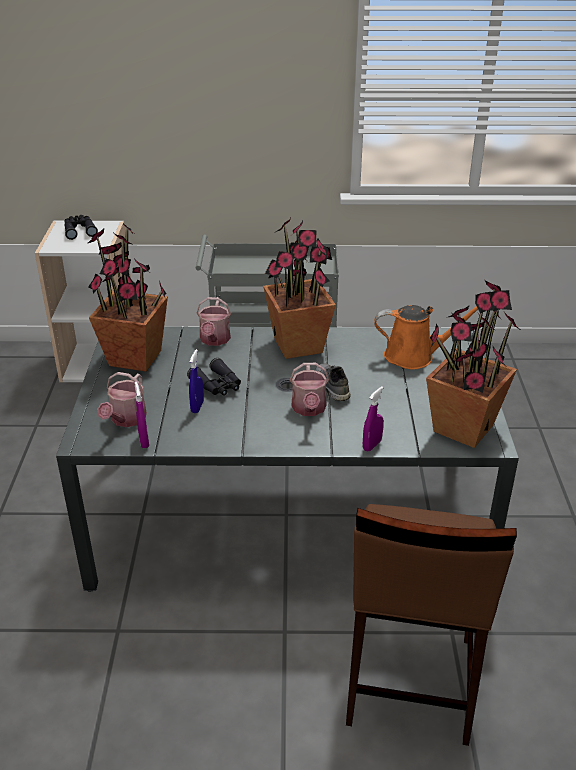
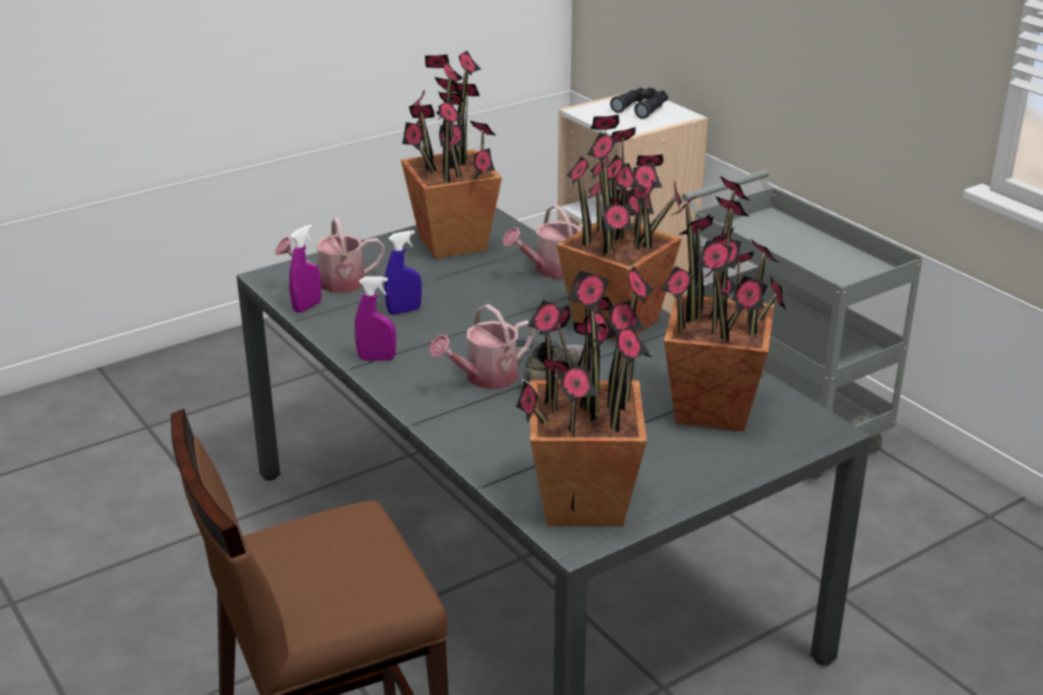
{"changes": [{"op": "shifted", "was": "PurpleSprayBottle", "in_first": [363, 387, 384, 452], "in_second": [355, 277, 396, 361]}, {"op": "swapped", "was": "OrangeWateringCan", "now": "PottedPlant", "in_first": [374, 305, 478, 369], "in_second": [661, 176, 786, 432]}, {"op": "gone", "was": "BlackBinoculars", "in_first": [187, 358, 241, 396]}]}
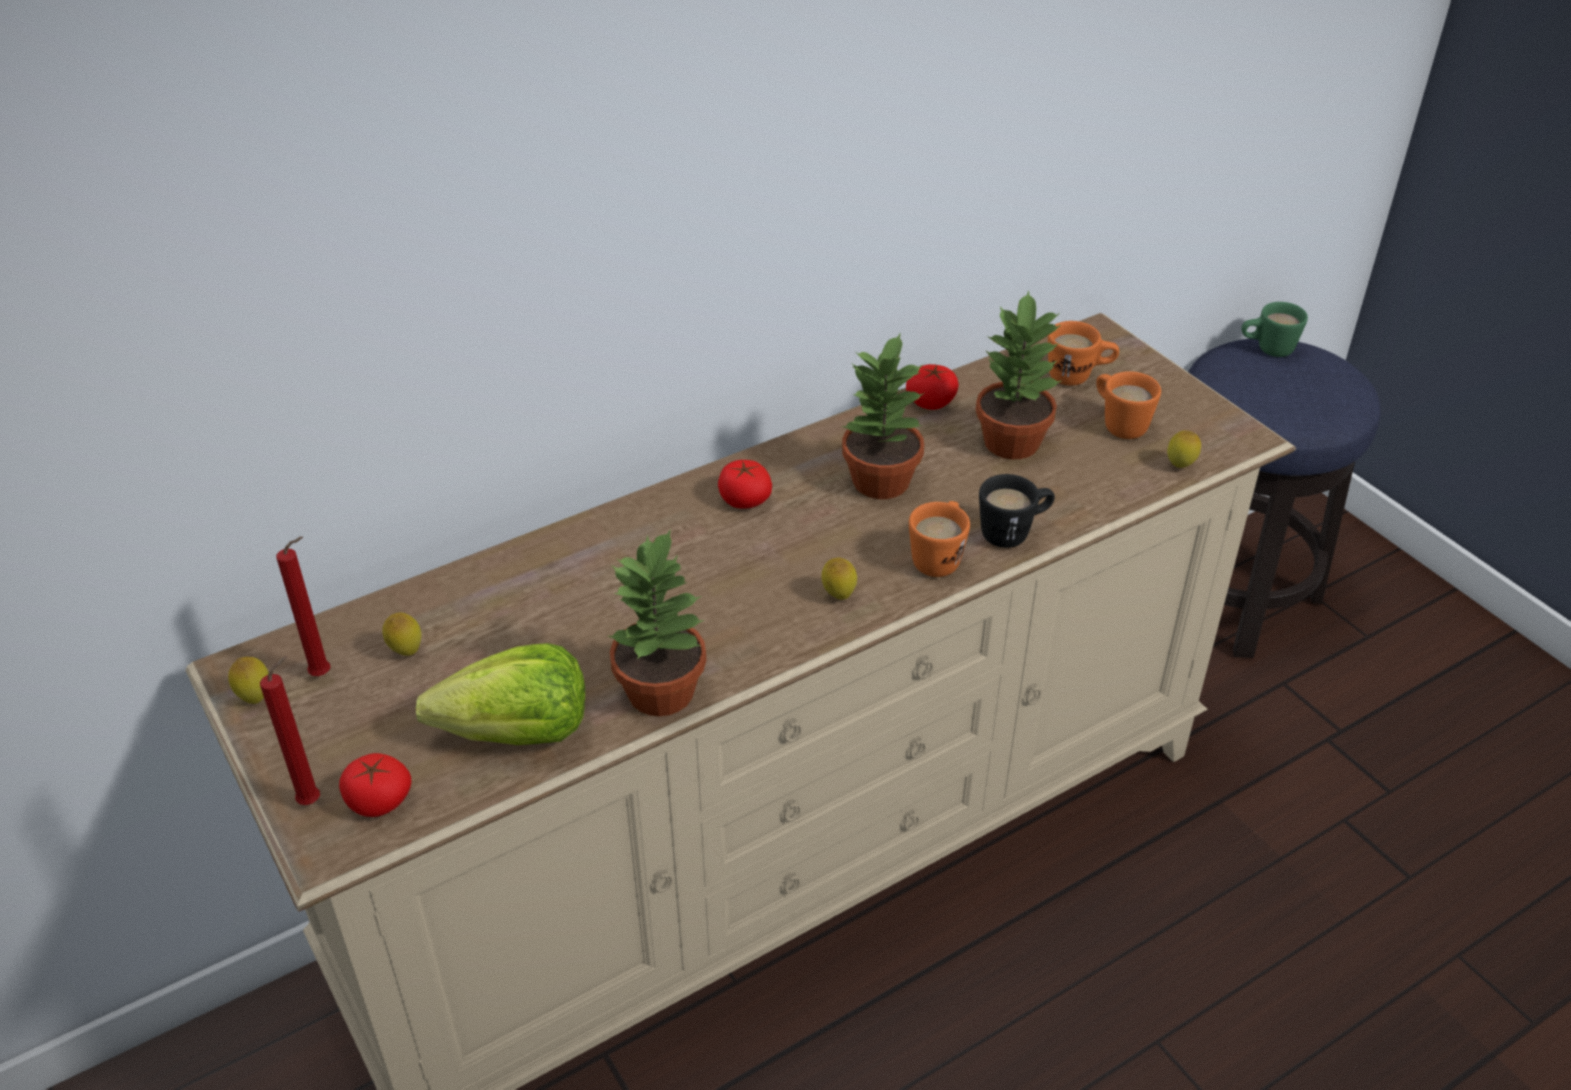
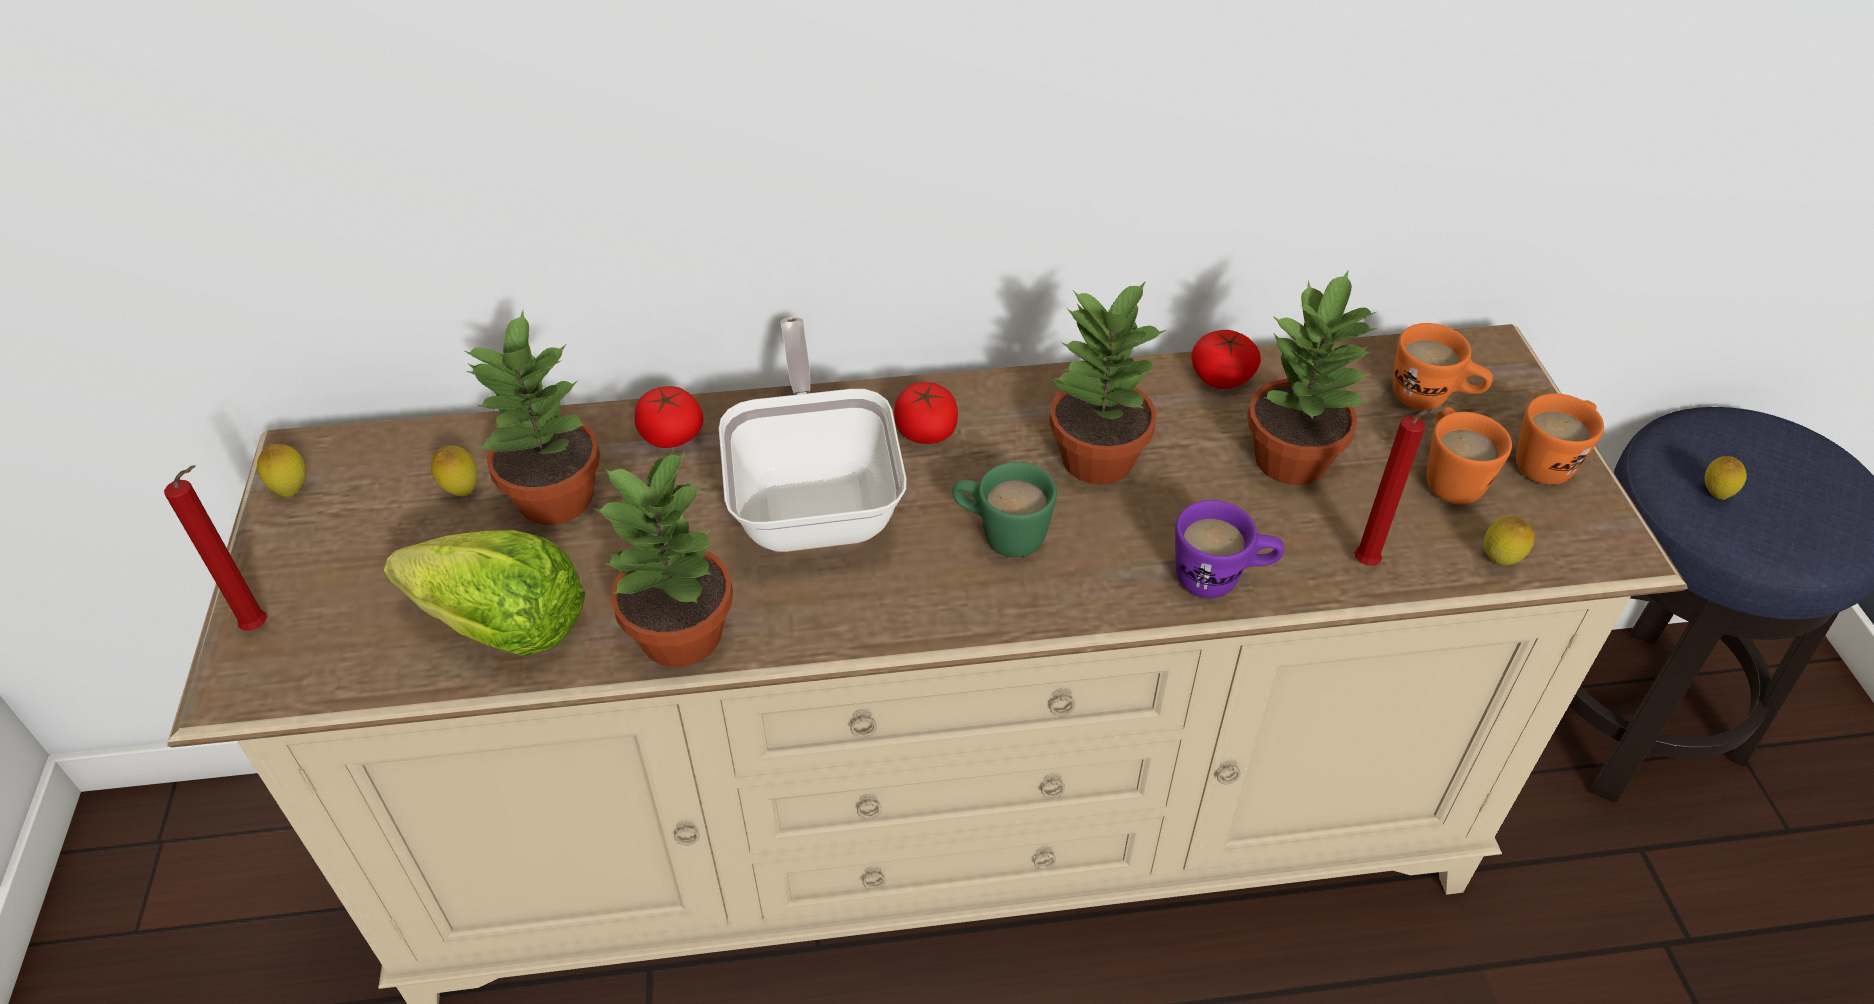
{"changes": [{"op": "new", "now": "PottedPlant", "in_second": [465, 310, 600, 525]}, {"op": "shifted", "was": "Tomato", "in_first": [339, 753, 412, 817], "in_second": [635, 386, 704, 448]}, {"op": "new", "now": "FryingPan", "in_second": [719, 317, 907, 552]}, {"op": "shifted", "was": "GreenMug", "in_first": [1241, 302, 1308, 357], "in_second": [952, 462, 1057, 558]}, {"op": "repainted", "was": "BlackMug", "now": "PurpleMug", "in_first": [979, 474, 1055, 548], "in_second": [1175, 500, 1284, 598]}, {"op": "shifted", "was": "RedCandle", "in_first": [276, 536, 330, 676], "in_second": [1355, 408, 1445, 566]}, {"op": "shifted", "was": "OrangeMug", "in_first": [909, 501, 970, 577], "in_second": [1516, 393, 1604, 485]}, {"op": "shifted", "was": "Lemon", "in_first": [822, 558, 857, 600], "in_second": [1705, 456, 1747, 500]}]}
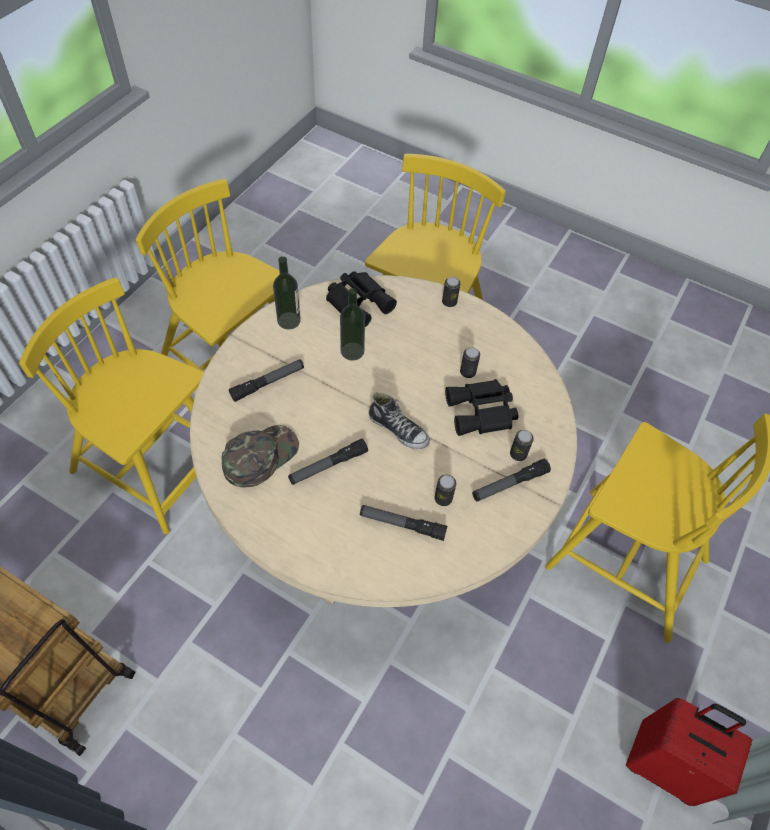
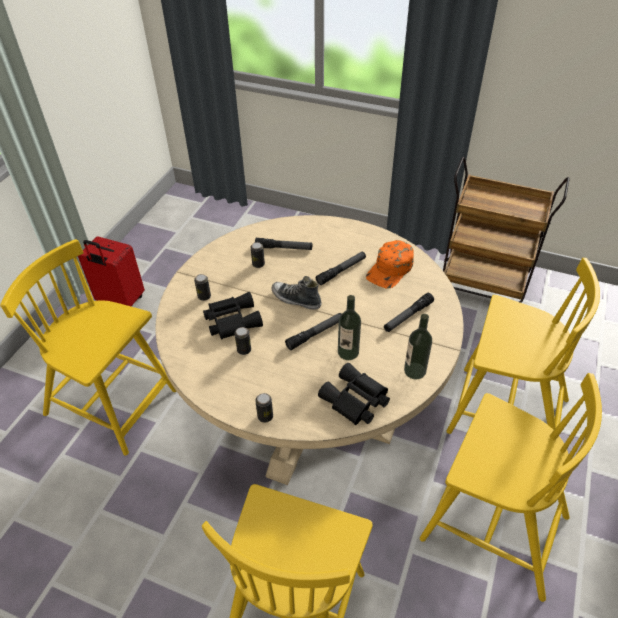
{"changes": [{"op": "shifted", "was": "Flashlight", "in_first": [472, 459, 551, 501], "in_second": [285, 313, 341, 350]}, {"op": "repainted", "was": "GreenCap", "now": "OrangeCap", "in_first": [222, 425, 299, 487], "in_second": [366, 240, 414, 289]}]}
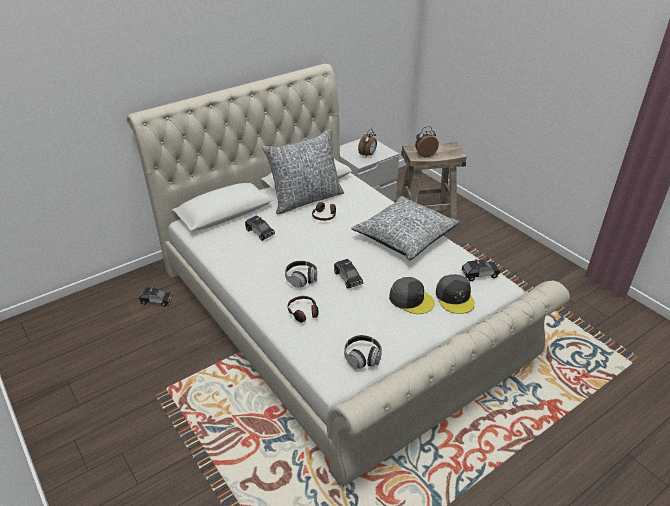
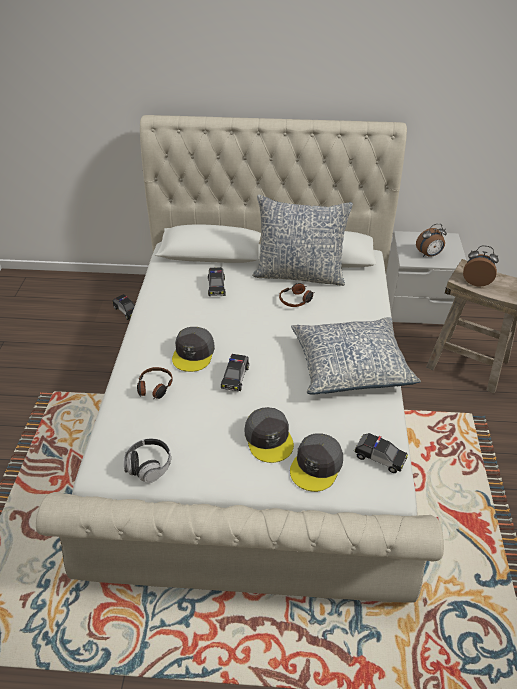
{"changes": [{"op": "swapped", "was": "Headphones", "now": "GreyCap", "in_first": [285, 261, 317, 288], "in_second": [172, 327, 215, 372]}]}
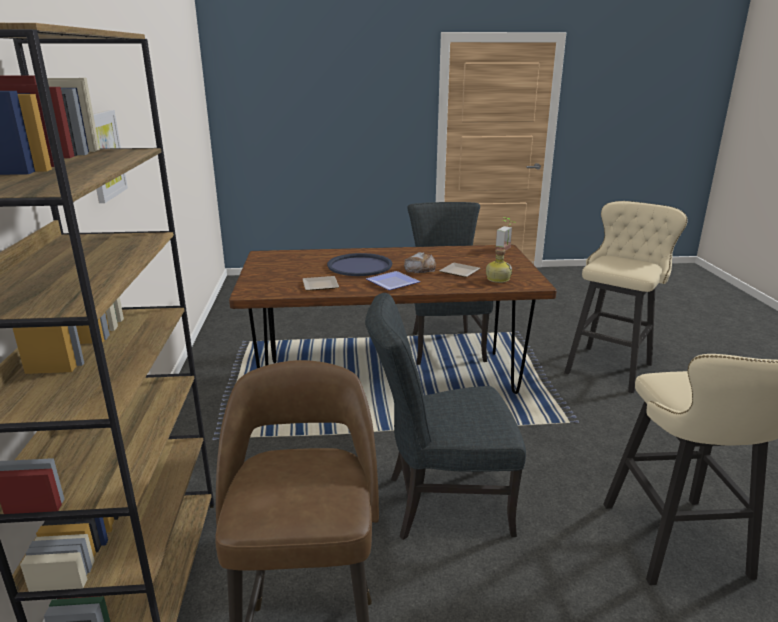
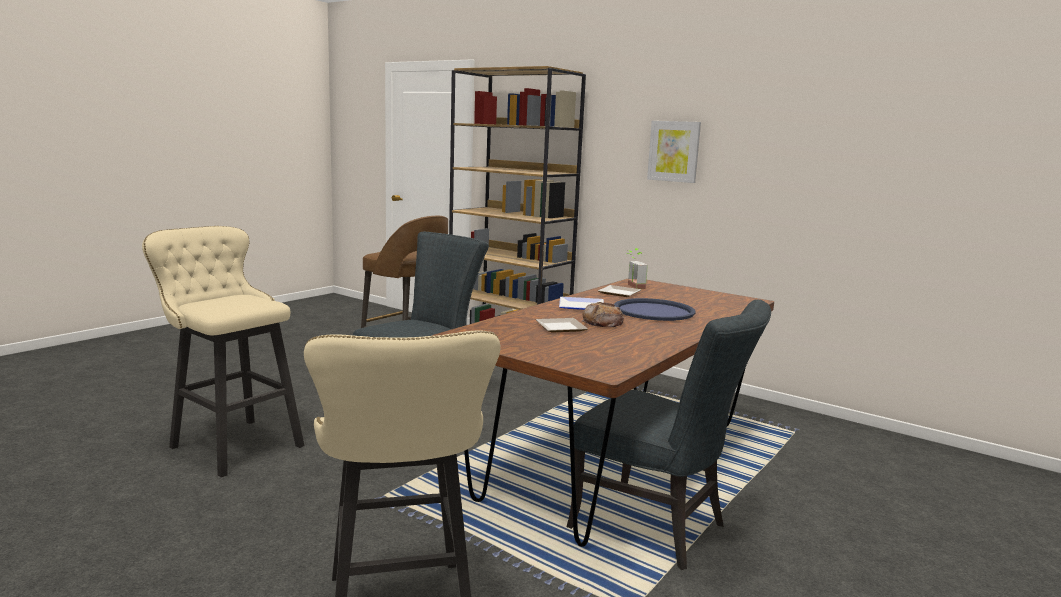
{"changes": [{"op": "shifted", "was": "PottedPlant", "in_first": [495, 217, 513, 251], "in_second": [627, 248, 648, 289]}, {"op": "gone", "was": "Bottle", "in_first": [486, 249, 512, 283]}]}
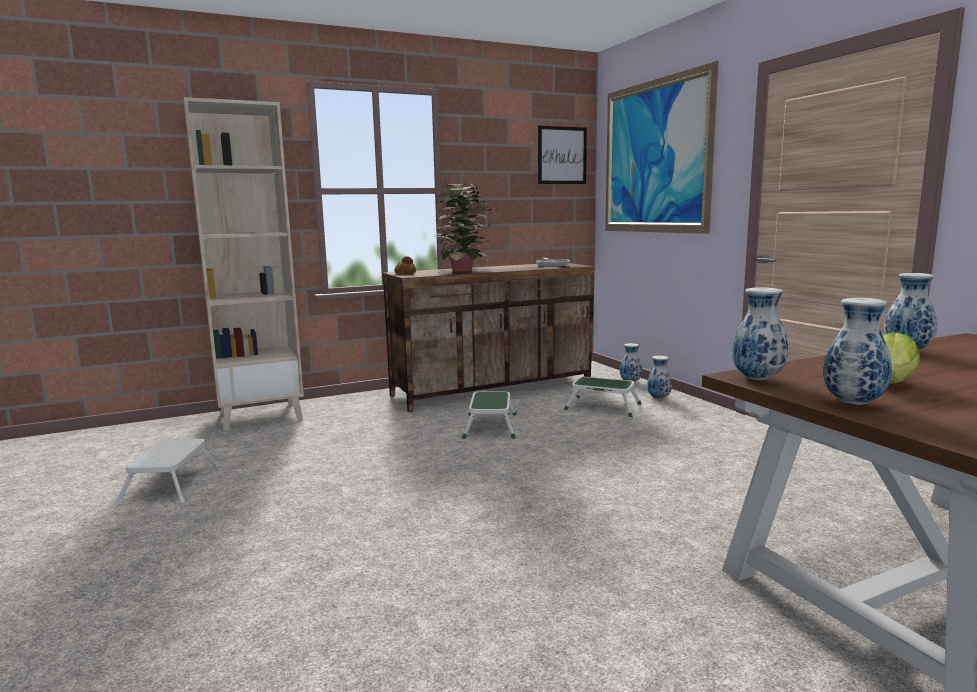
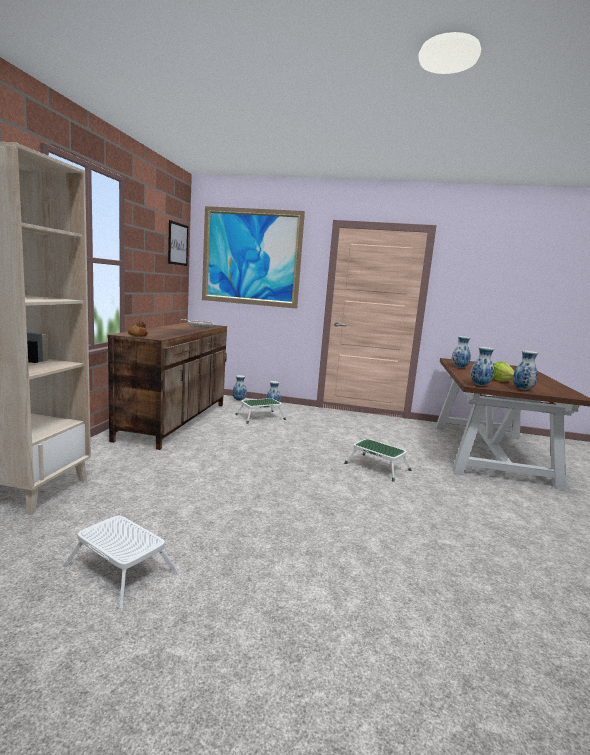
{"changes": [{"op": "shifted", "was": "GreenStepLadder", "in_first": [462, 392, 517, 439], "in_second": [344, 439, 412, 482]}, {"op": "gone", "was": "PottedPlant", "in_first": [433, 183, 493, 271]}]}
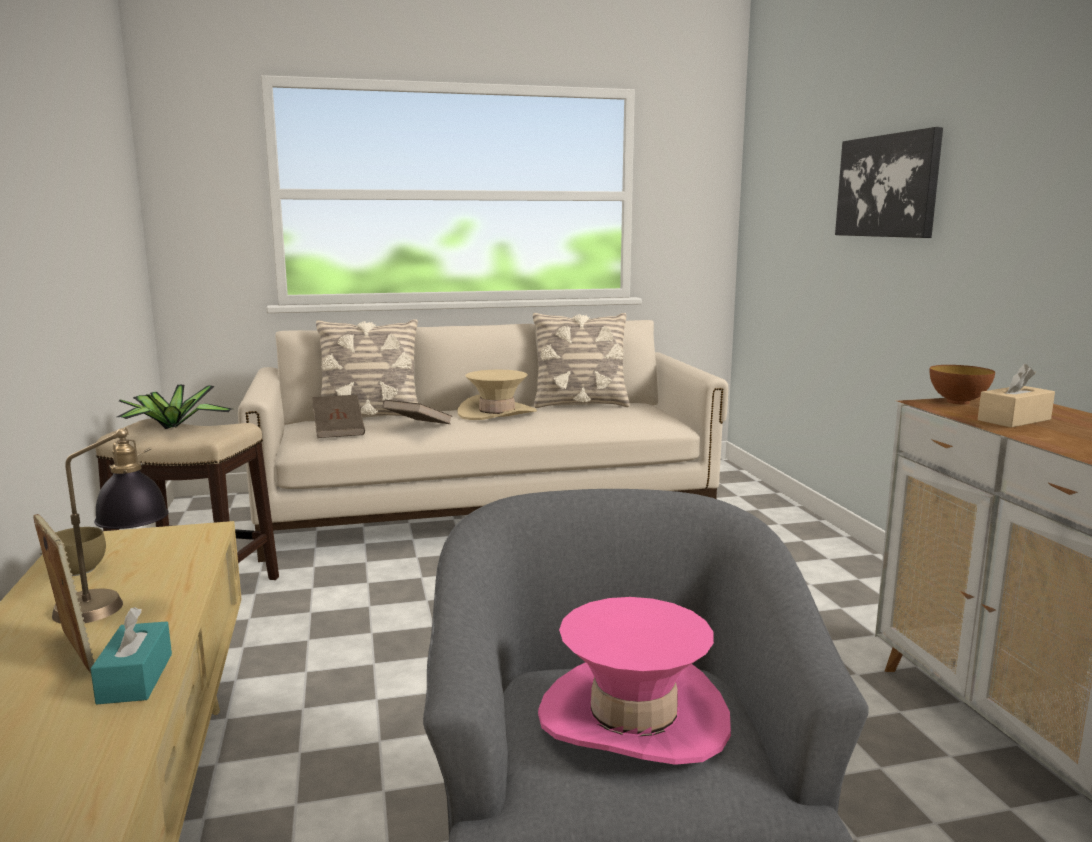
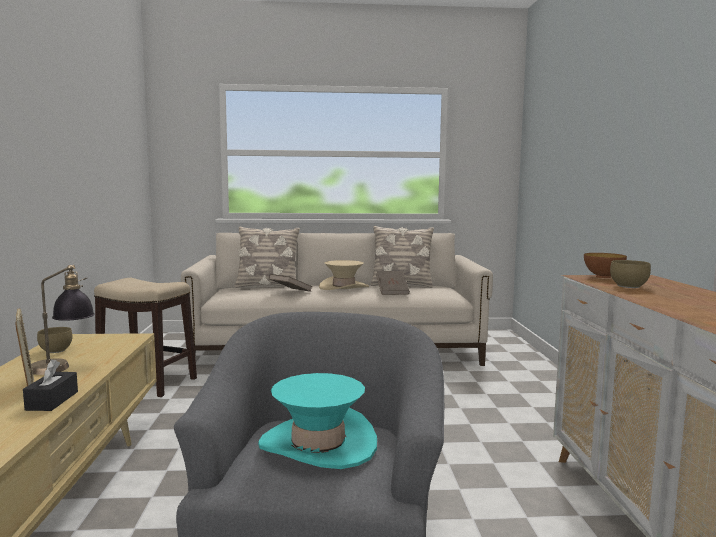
{"changes": [{"op": "repainted", "was": "TurquoiseTissueBox", "now": "BlackTissueBox", "in_first": [90, 607, 172, 704], "in_second": [23, 359, 78, 411]}, {"op": "repainted", "was": "PinkHat", "now": "TurquoiseHat", "in_first": [538, 597, 731, 765], "in_second": [258, 373, 377, 469]}, {"op": "shifted", "was": "BrownBook", "in_first": [312, 395, 365, 438], "in_second": [376, 271, 410, 295]}, {"op": "swapped", "was": "BeigeTissueBox", "now": "BrownBowl", "in_first": [978, 364, 1055, 428], "in_second": [610, 260, 651, 288]}, {"op": "gone", "was": "PottedPlant", "in_first": [117, 385, 232, 429]}, {"op": "gone", "was": "Picture", "in_first": [835, 127, 943, 238]}]}
